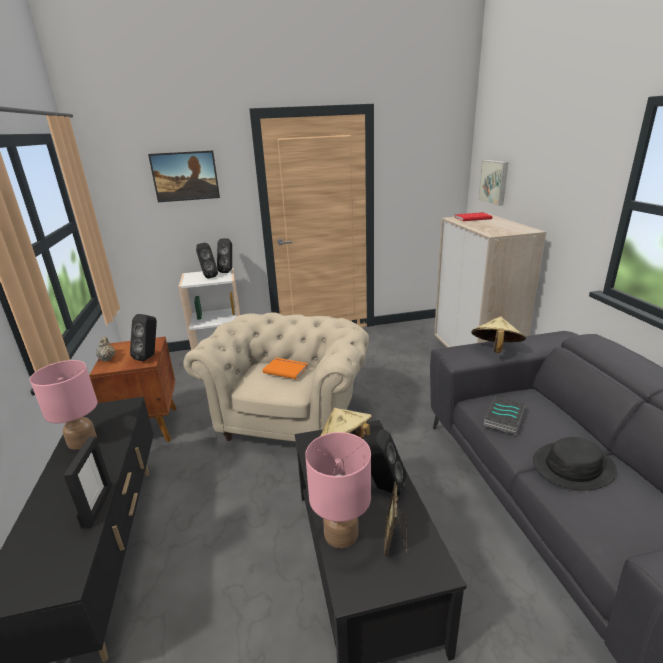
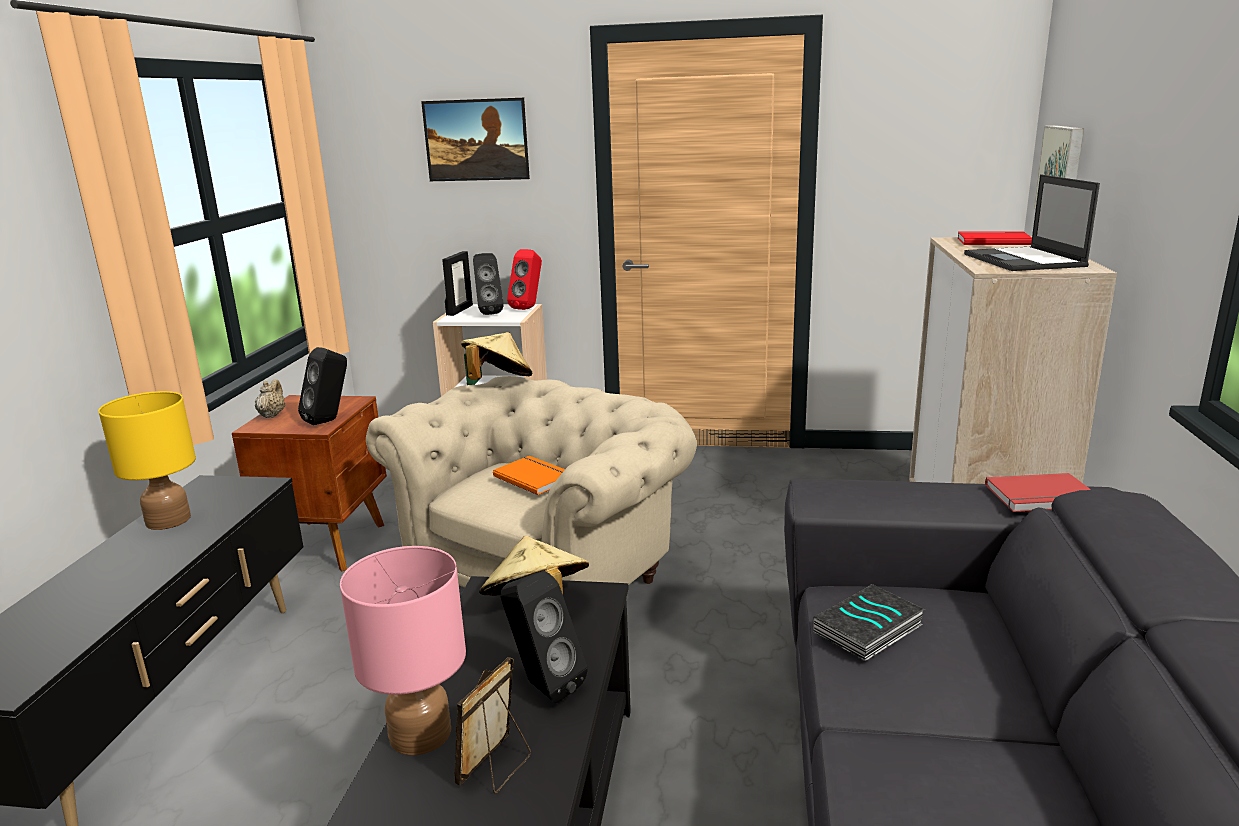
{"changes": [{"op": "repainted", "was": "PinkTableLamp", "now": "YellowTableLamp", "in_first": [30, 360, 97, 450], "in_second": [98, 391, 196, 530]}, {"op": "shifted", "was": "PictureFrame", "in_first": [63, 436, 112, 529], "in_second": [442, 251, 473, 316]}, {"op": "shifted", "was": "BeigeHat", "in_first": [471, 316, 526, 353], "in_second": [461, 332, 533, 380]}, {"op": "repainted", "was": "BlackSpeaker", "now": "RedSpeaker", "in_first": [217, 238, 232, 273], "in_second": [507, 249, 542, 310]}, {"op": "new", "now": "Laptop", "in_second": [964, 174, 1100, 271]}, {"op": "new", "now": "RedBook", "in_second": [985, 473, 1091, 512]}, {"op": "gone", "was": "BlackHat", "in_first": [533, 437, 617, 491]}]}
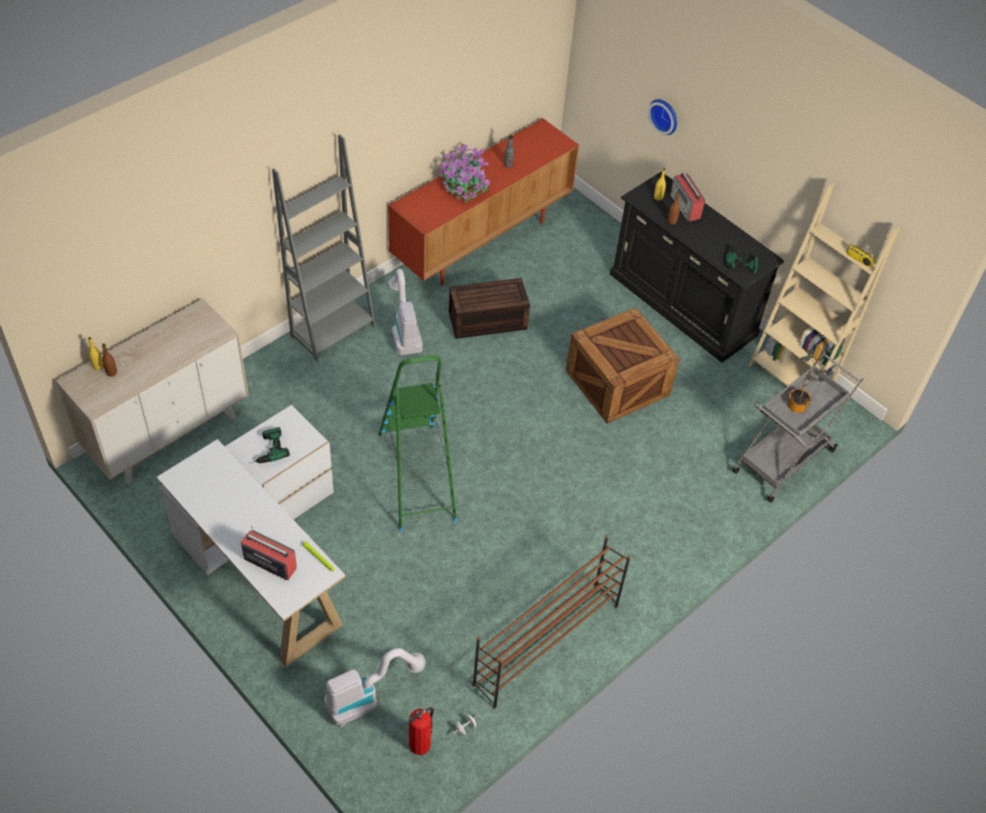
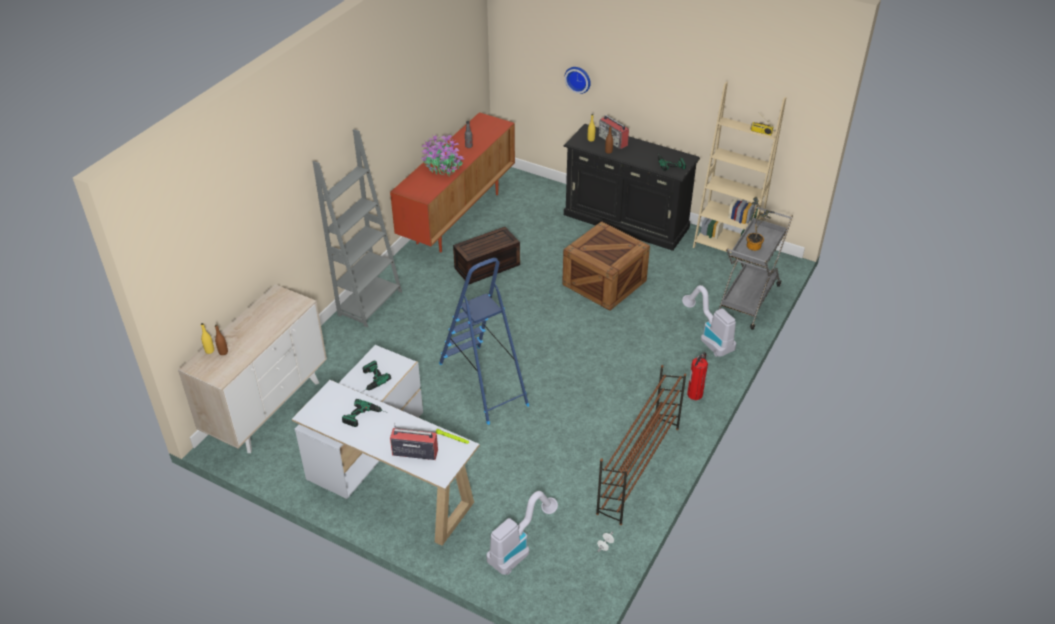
{"changes": [{"op": "new", "now": "PowerDrill", "in_second": [342, 399, 388, 427]}, {"op": "repainted", "was": "GreenStepLadder", "now": "BlueStepLadder", "in_first": [378, 355, 457, 531], "in_second": [439, 258, 529, 425]}, {"op": "shifted", "was": "VacuumCleaner", "in_first": [389, 268, 423, 355], "in_second": [682, 285, 736, 357]}, {"op": "shifted", "was": "FireExtinguisher", "in_first": [407, 707, 434, 755], "in_second": [687, 353, 708, 400]}]}
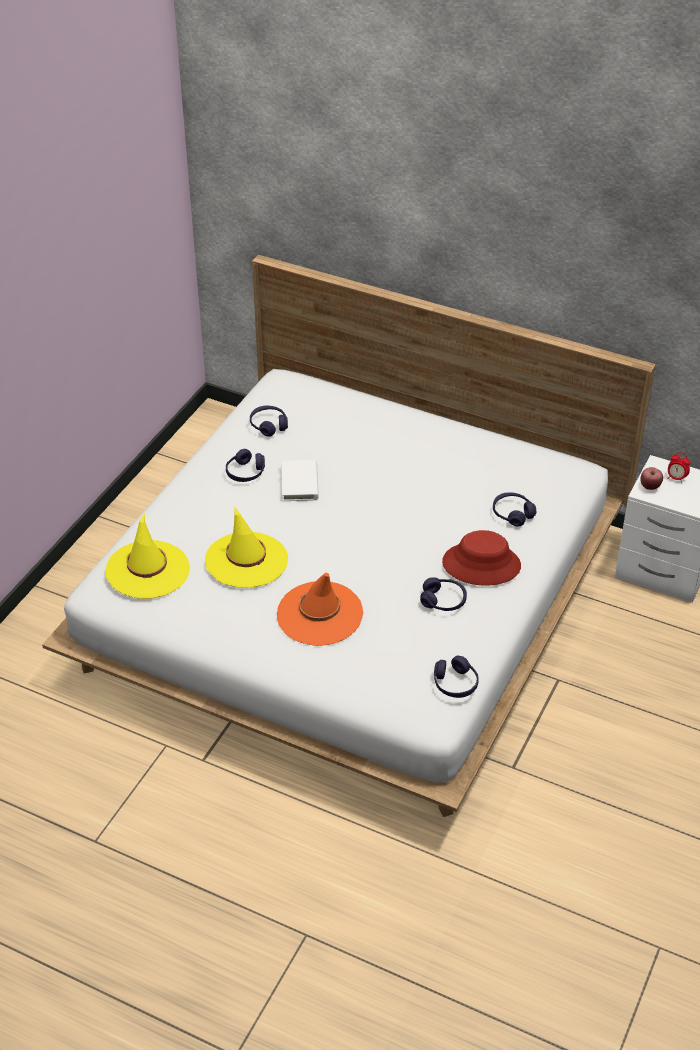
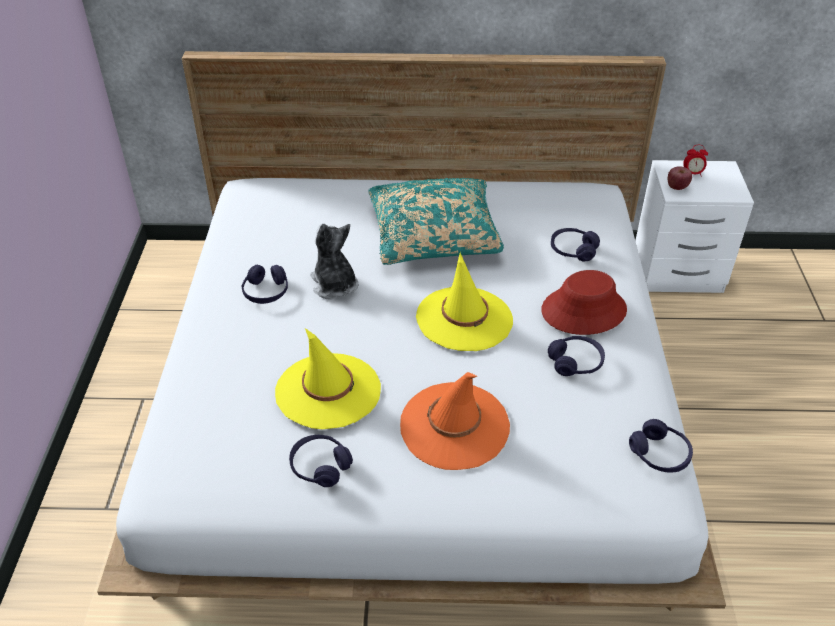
{"changes": [{"op": "shifted", "was": "PurpleHeadphones", "in_first": [250, 406, 288, 437], "in_second": [289, 435, 353, 487]}, {"op": "swapped", "was": "WhiteBook", "now": "PlushToy", "in_first": [281, 460, 319, 501], "in_second": [310, 224, 358, 300]}, {"op": "new", "now": "TurquoisePillow", "in_second": [368, 178, 504, 265]}, {"op": "shifted", "was": "YellowHat", "in_first": [105, 514, 190, 599], "in_second": [416, 253, 513, 351]}]}
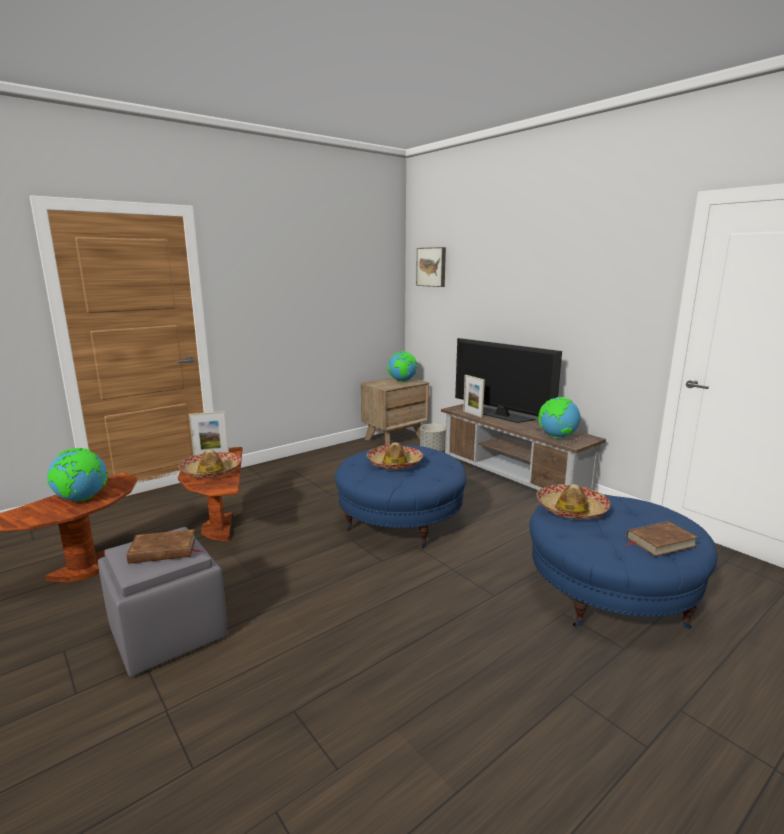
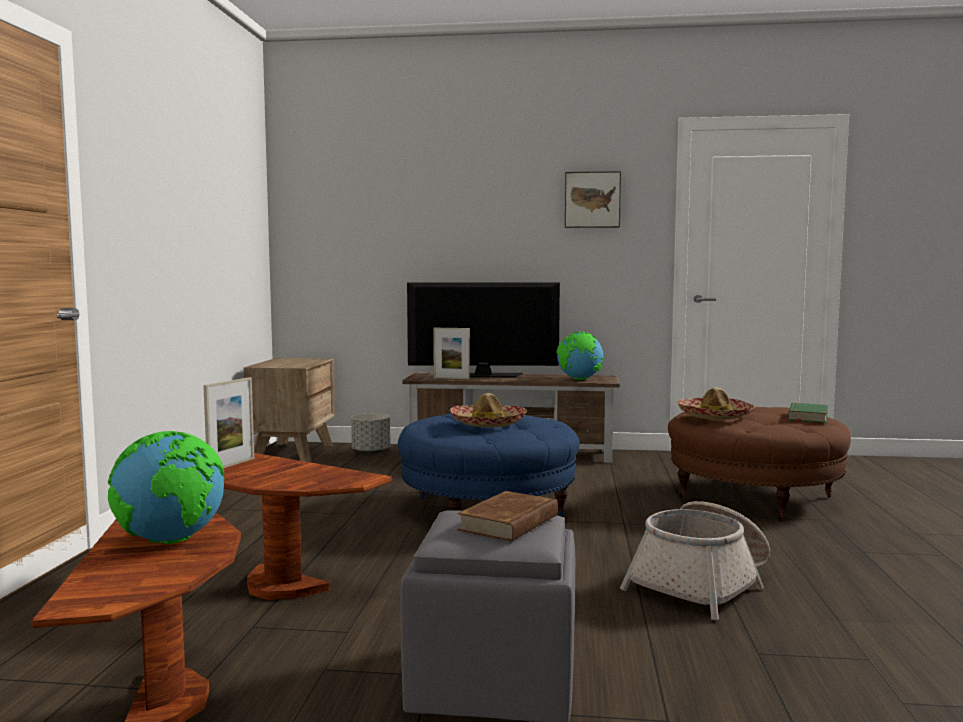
{"changes": [{"op": "shifted", "was": "Picture", "in_first": [416, 247, 446, 287], "in_second": [565, 171, 621, 228]}, {"op": "new", "now": "Basket", "in_second": [620, 501, 770, 620]}, {"op": "repainted", "was": "BlueOttoman", "now": "BrownOttoman", "in_first": [530, 494, 718, 629], "in_second": [668, 407, 851, 521]}, {"op": "repainted", "was": "BrownBook", "now": "GreenBook", "in_first": [626, 521, 699, 557], "in_second": [788, 403, 828, 423]}, {"op": "gone", "was": "Hat", "in_first": [178, 450, 241, 478]}, {"op": "gone", "was": "Globe", "in_first": [388, 351, 418, 382]}]}
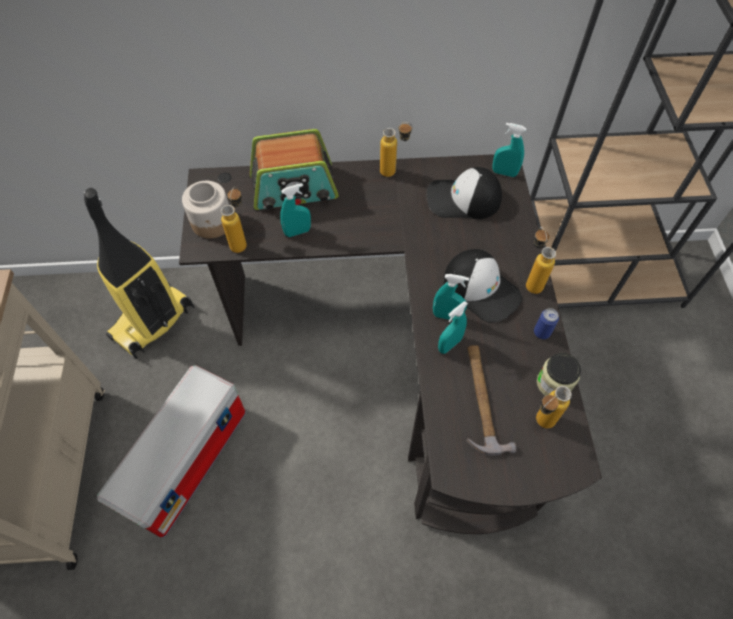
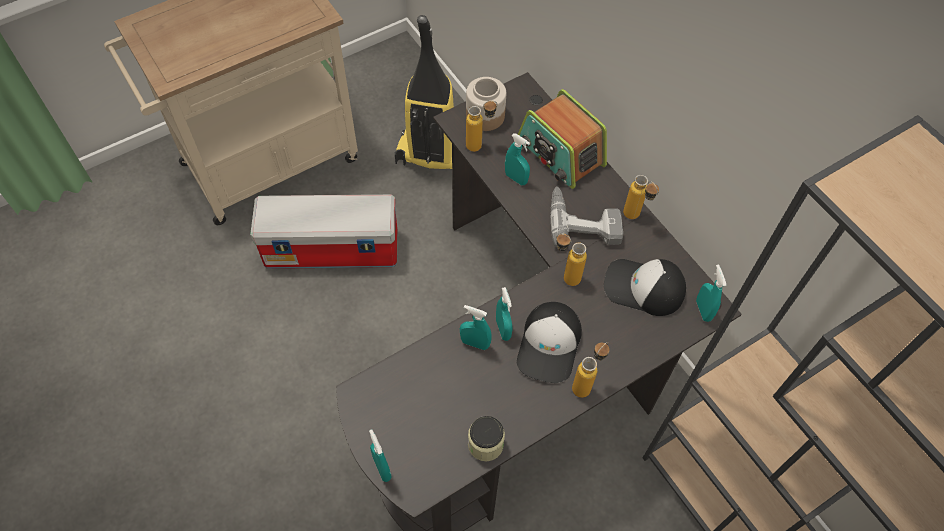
{"changes": [{"op": "new", "now": "TurquoiseSprayBottle", "in_second": [369, 430, 392, 482]}, {"op": "new", "now": "PowerDrill", "in_second": [550, 187, 623, 248]}, {"op": "shifted", "was": "Bottle", "in_first": [536, 386, 572, 429], "in_second": [556, 234, 587, 286]}, {"op": "rotated", "was": "Cap", "in_first": [427, 167, 502, 219], "in_second": [604, 259, 686, 316], "clockwise": -45}, {"op": "gone", "was": "Hammer", "in_first": [466, 345, 517, 456]}, {"op": "gone", "was": "Can", "in_first": [534, 308, 559, 339]}]}
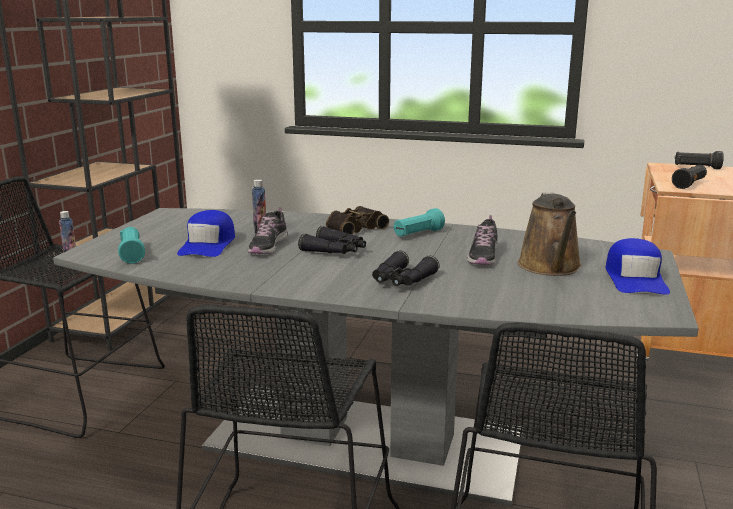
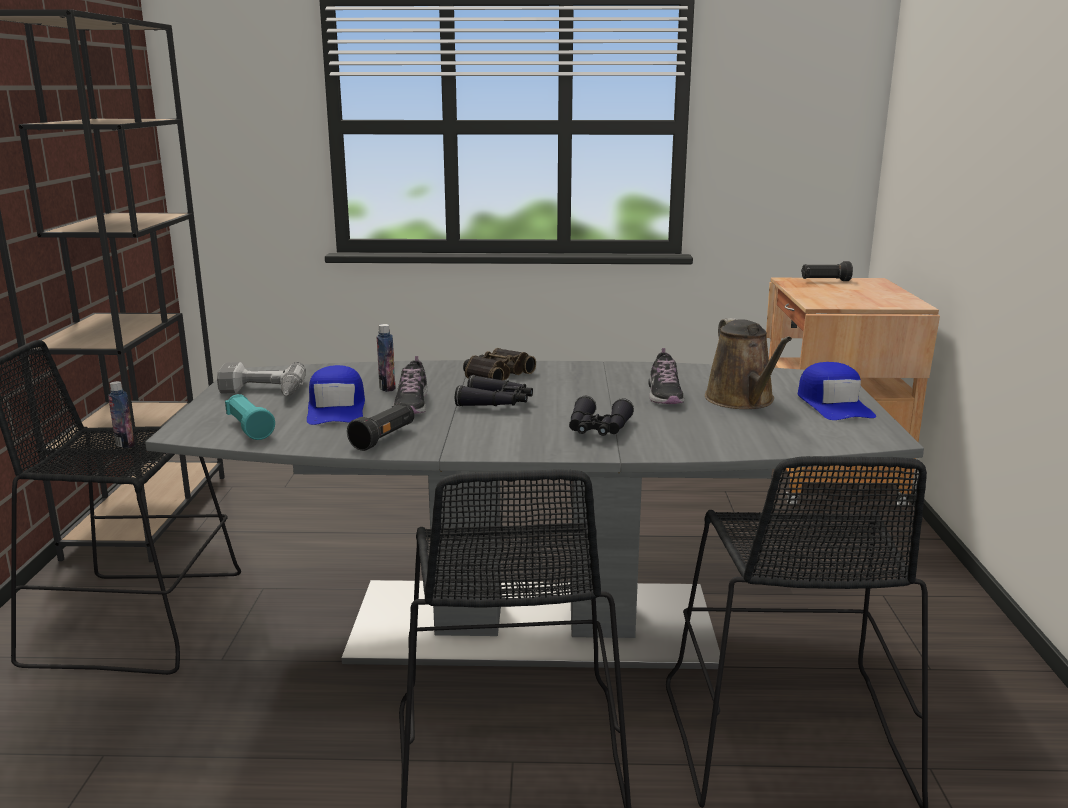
{"changes": [{"op": "new", "now": "PowerDrill", "in_second": [217, 362, 306, 396]}, {"op": "shifted", "was": "BlackFlashlight", "in_first": [672, 165, 707, 189], "in_second": [347, 402, 414, 451]}, {"op": "gone", "was": "TurquoiseFlashlight", "in_first": [393, 208, 445, 237]}]}
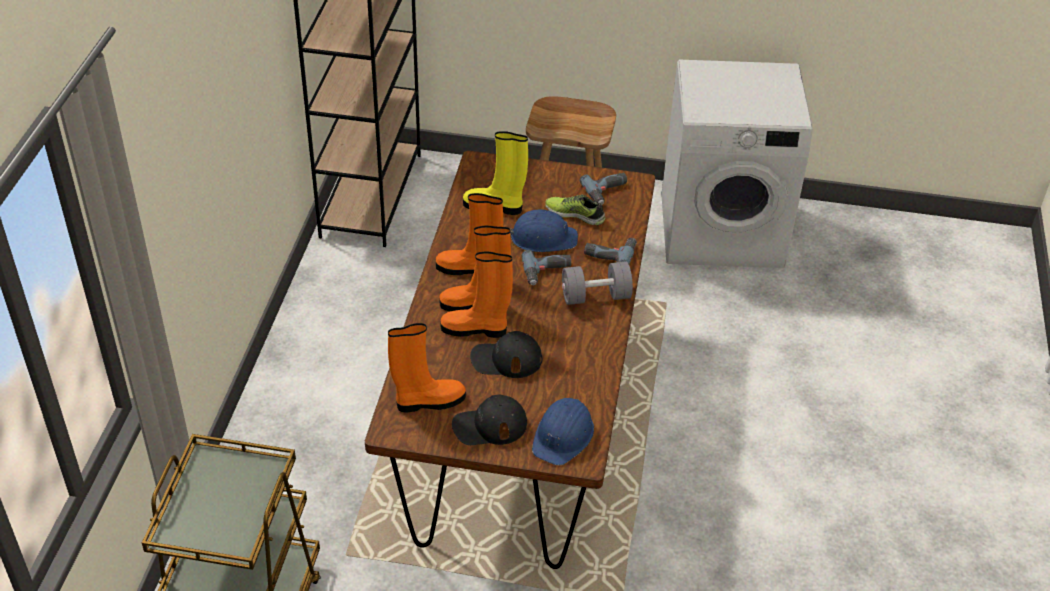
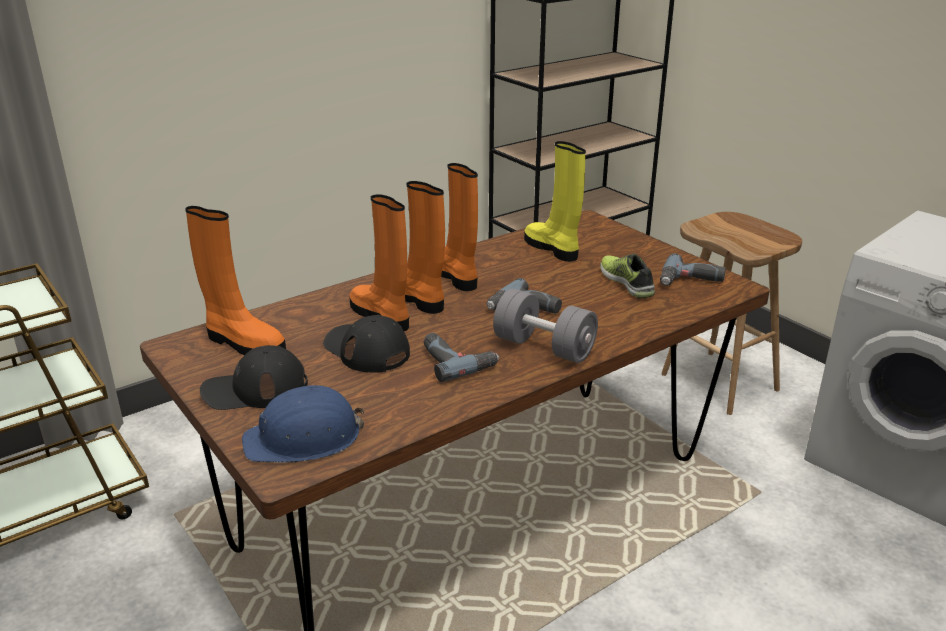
{"changes": [{"op": "rotated", "was": "BlackCap", "in_first": [452, 394, 527, 445], "in_second": [200, 345, 308, 410], "clockwise": -45}, {"op": "shifted", "was": "PowerDrill", "in_first": [584, 238, 637, 264], "in_second": [424, 333, 499, 382]}, {"op": "gone", "was": "BlueHardHat", "in_first": [510, 210, 578, 252]}]}
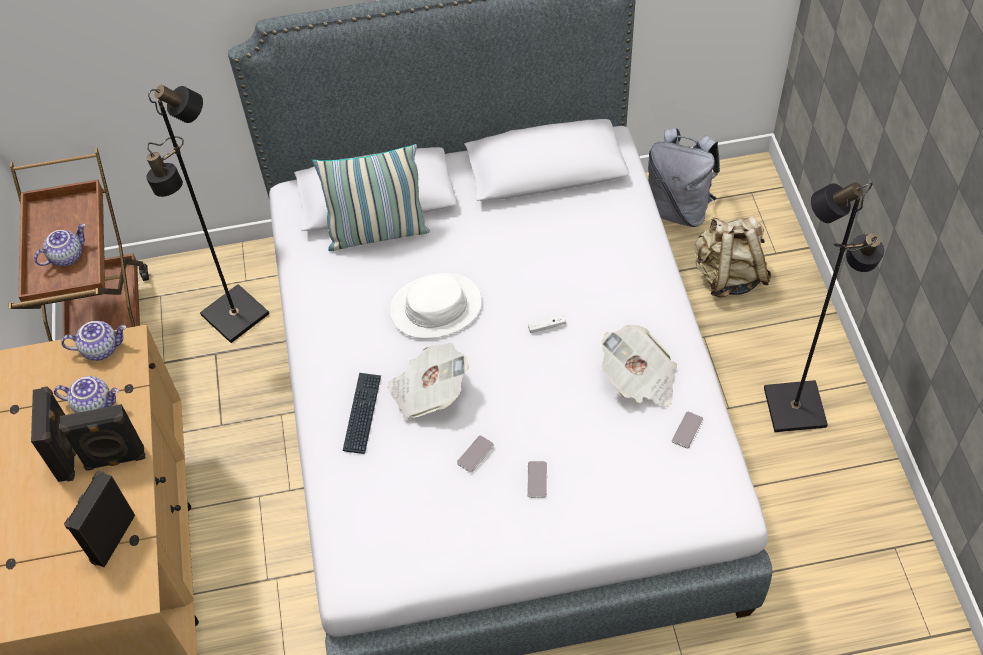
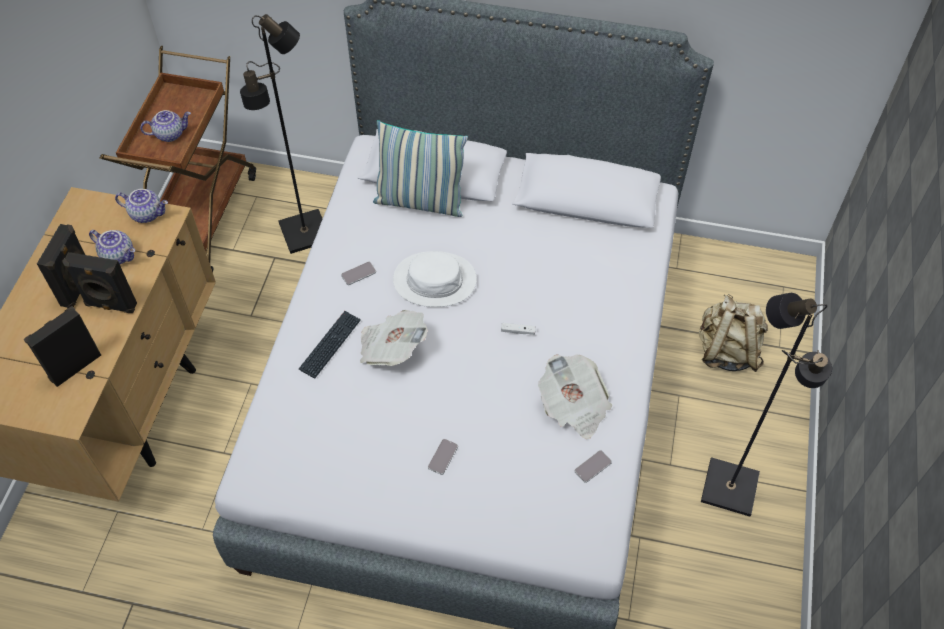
{"changes": [{"op": "shifted", "was": "Phone", "in_first": [457, 435, 494, 472], "in_second": [341, 262, 376, 285]}, {"op": "gone", "was": "GreyBackpack", "in_first": [648, 128, 720, 227]}]}
